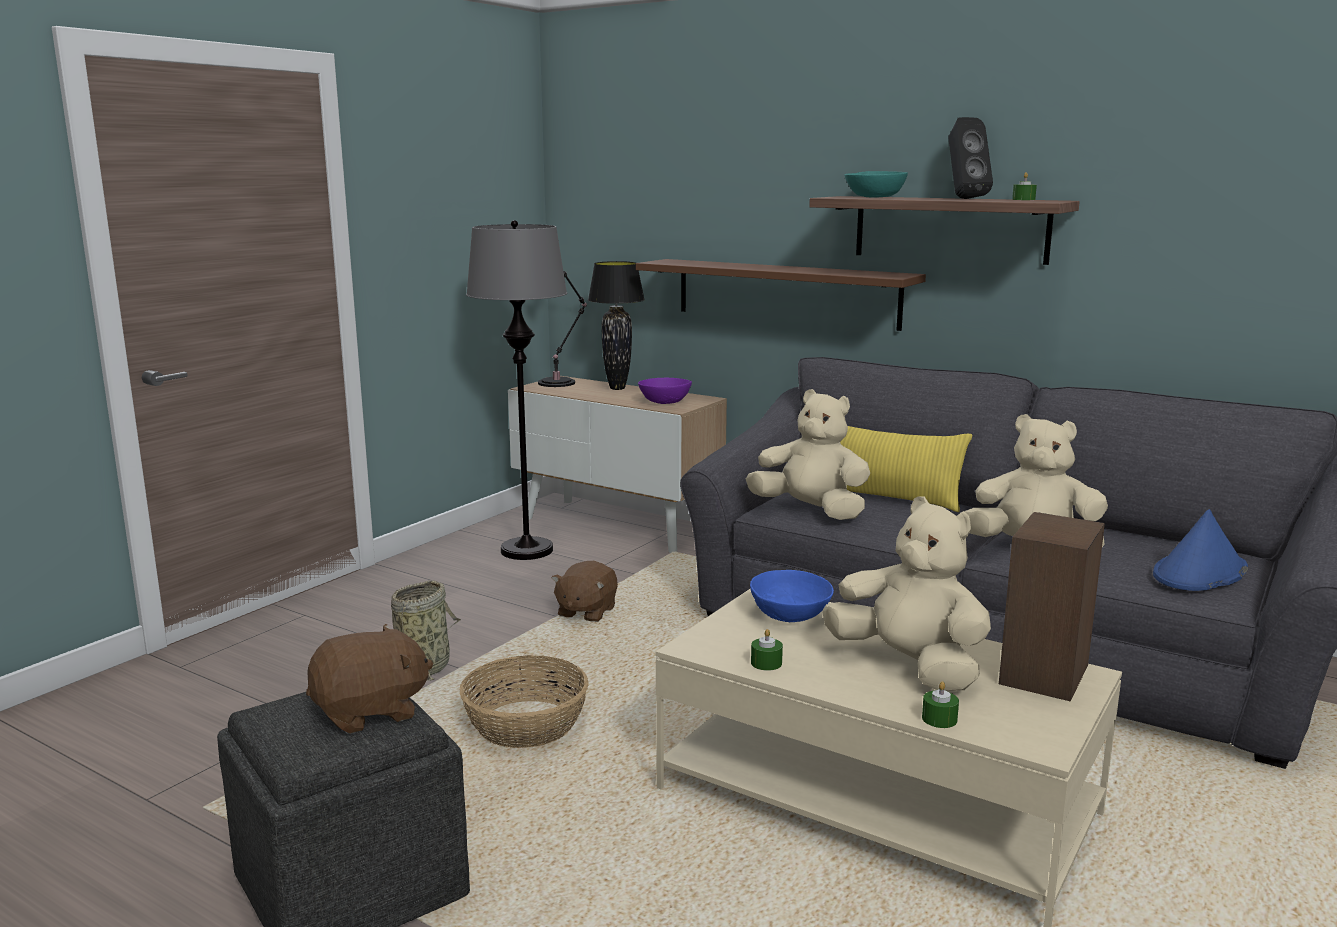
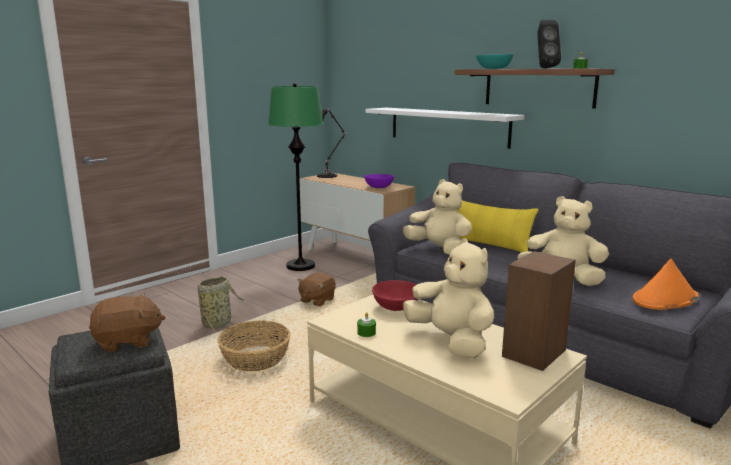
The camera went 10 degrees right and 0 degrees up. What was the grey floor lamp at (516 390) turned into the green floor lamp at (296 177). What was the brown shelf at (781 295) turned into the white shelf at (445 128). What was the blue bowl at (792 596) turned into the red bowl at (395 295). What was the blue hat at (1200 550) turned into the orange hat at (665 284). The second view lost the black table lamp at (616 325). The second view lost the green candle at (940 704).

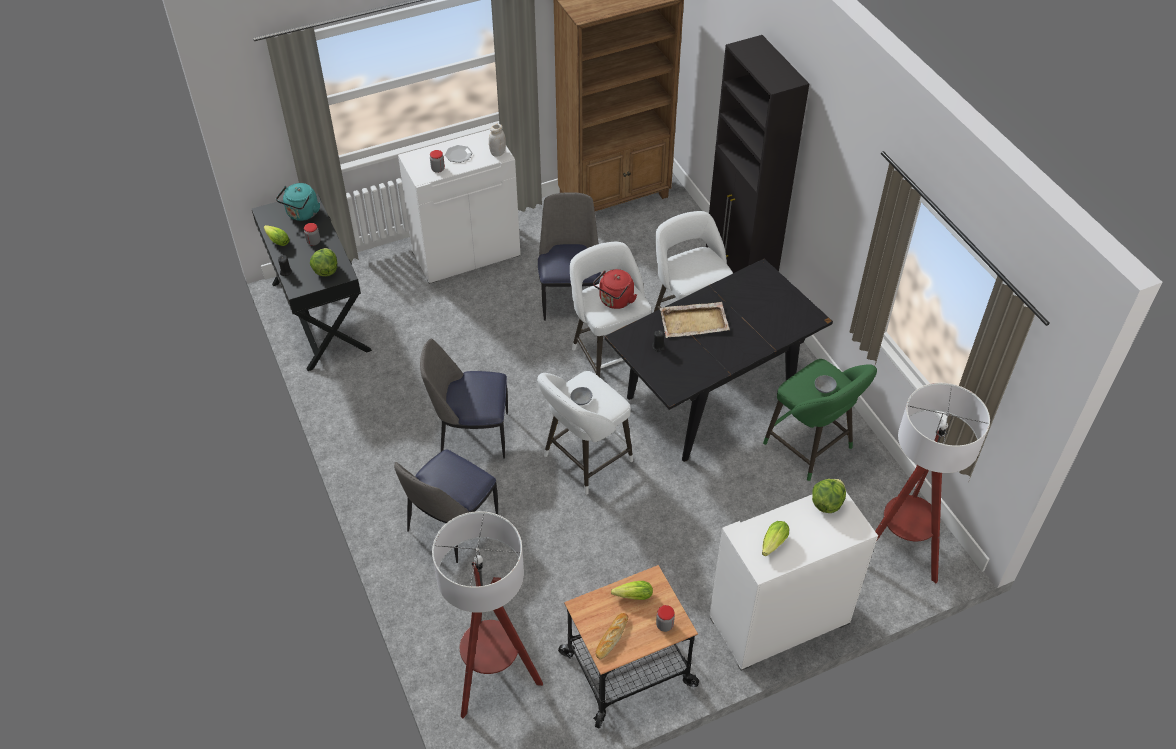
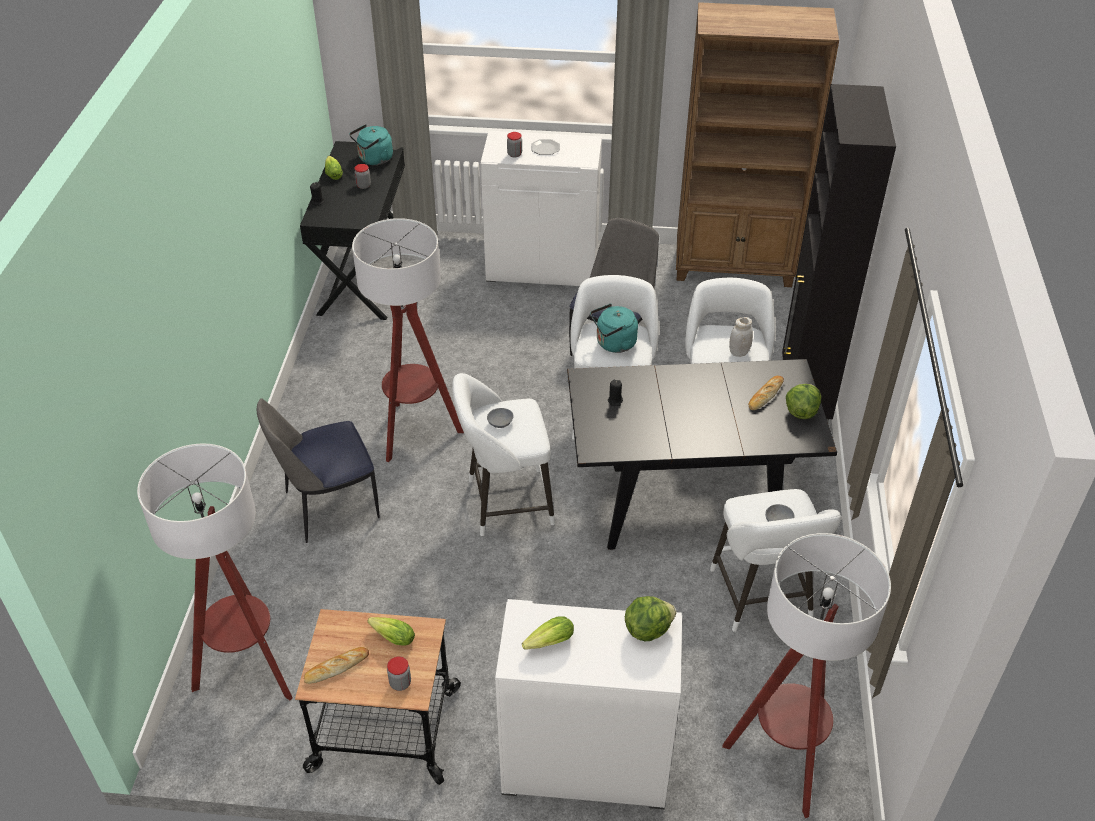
The camera went 30 degrees right and 5 degrees down. Where the chair stood at (464 399), the floor lamp came to stand at (408 340). What was the red kettle at (615 289) turned into the turquoise kettle at (614 328). What was the green stool at (820 420) turned into the white stool at (775 560). The white jar ended up elsewhere, having gone from (497 140) to (741 337). The second view gained the bread at (766 393). The lettuce ended up elsewhere, having gone from (323 262) to (803 401). The second view lost the beige tray at (695 320).

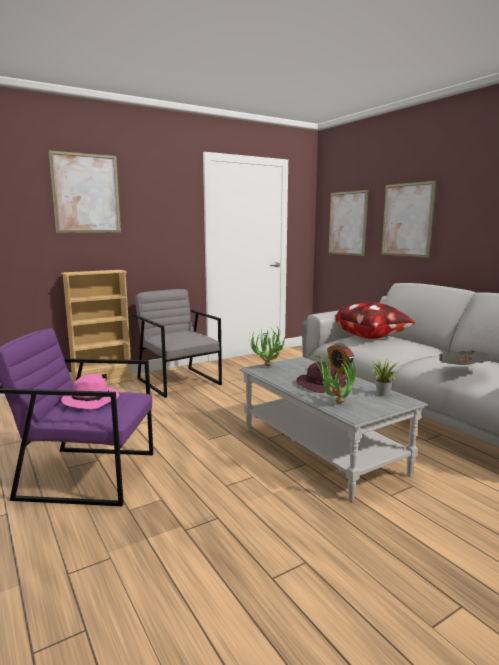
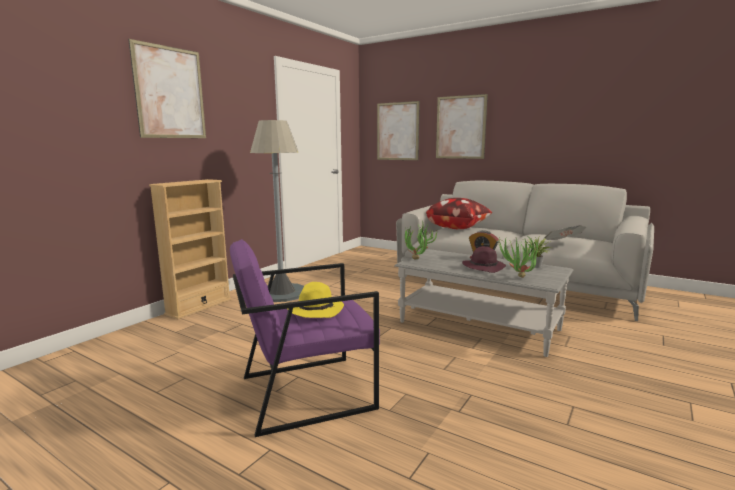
The camera went 25 degrees left and 0 degrees up. Where the grey armchair stood at (177 343), the grey floor lamp came to stand at (277 211). What was the pink hat at (90 392) turned into the yellow hat at (315 300).

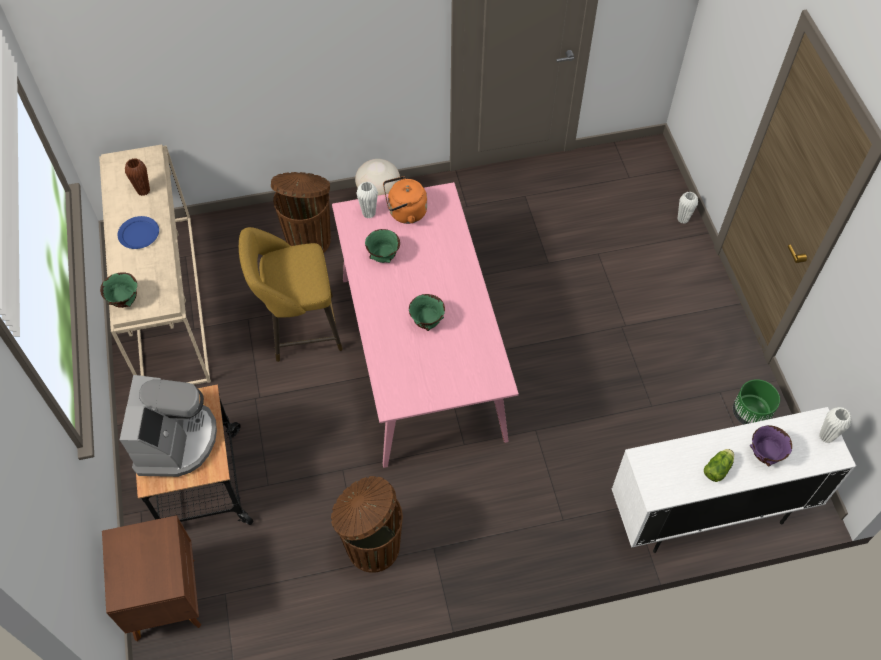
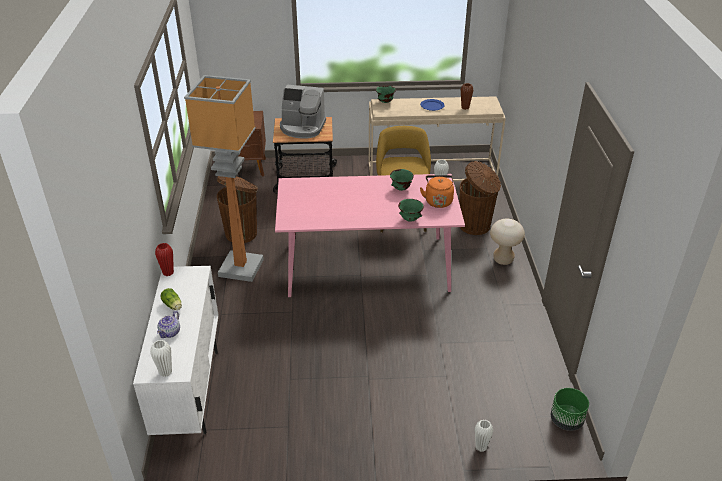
The camera went 100 degrees right and 20 degrees down. The second view gained the red vase at (164 259). Where the purple bowl stood at (771 446), the teapot came to stand at (168 324). The second view gained the floor lamp at (224 178). The green bowl ended up elsewhere, having gone from (427 312) to (411 210). The green planter ended up elsewhere, having gone from (756 402) to (570 409).

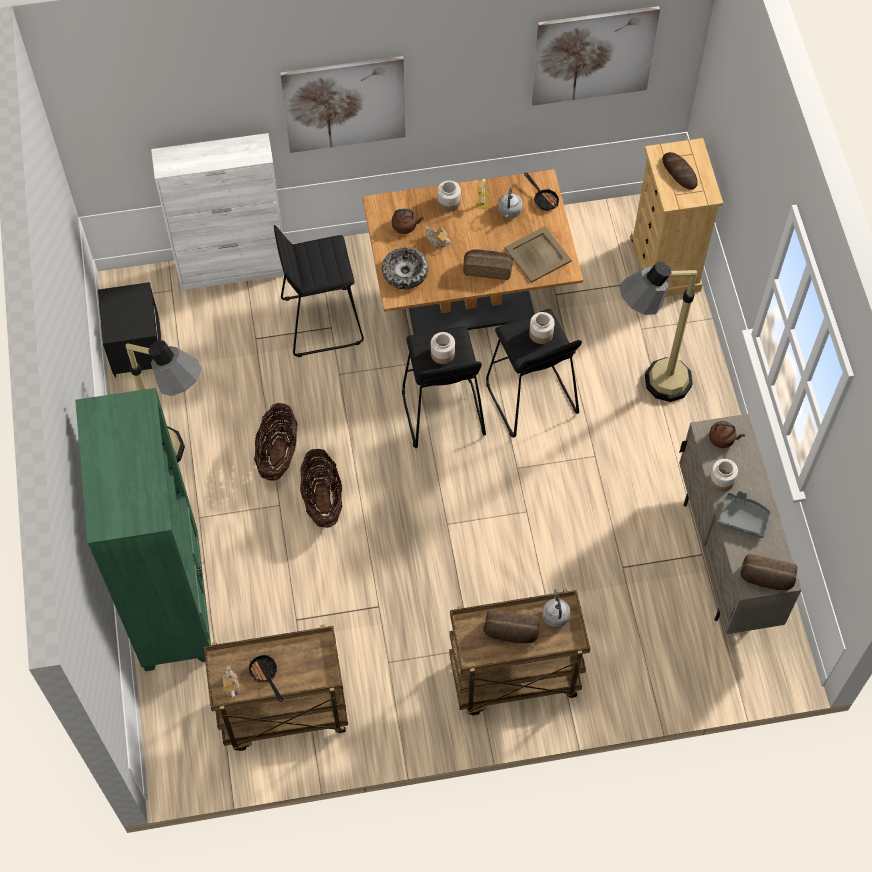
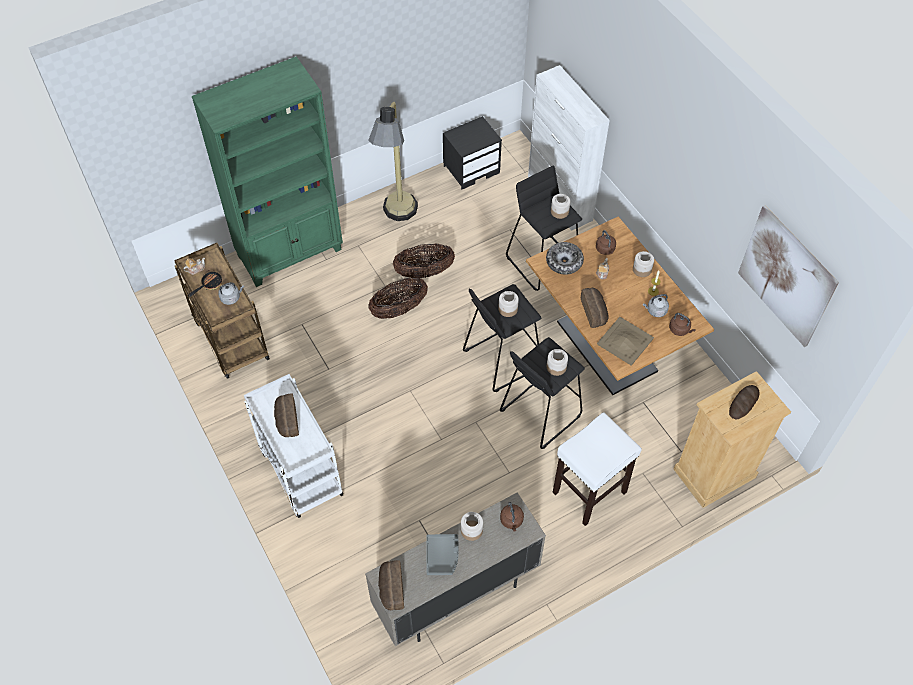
The camera went 70 degrees right and 5 degrees down. The grey kettle ended up elsewhere, having gone from (556 608) to (231 293). What was the brown cart at (519 652) turned into the white cart at (293 446). The second view gained the jar at (560 206). Where the floor lamp stood at (658 332), the white stool came to stand at (597 469). Where the frying pan stood at (541 191), the brown kettle came to stand at (682 324). The second view lost the picture at (343 104).

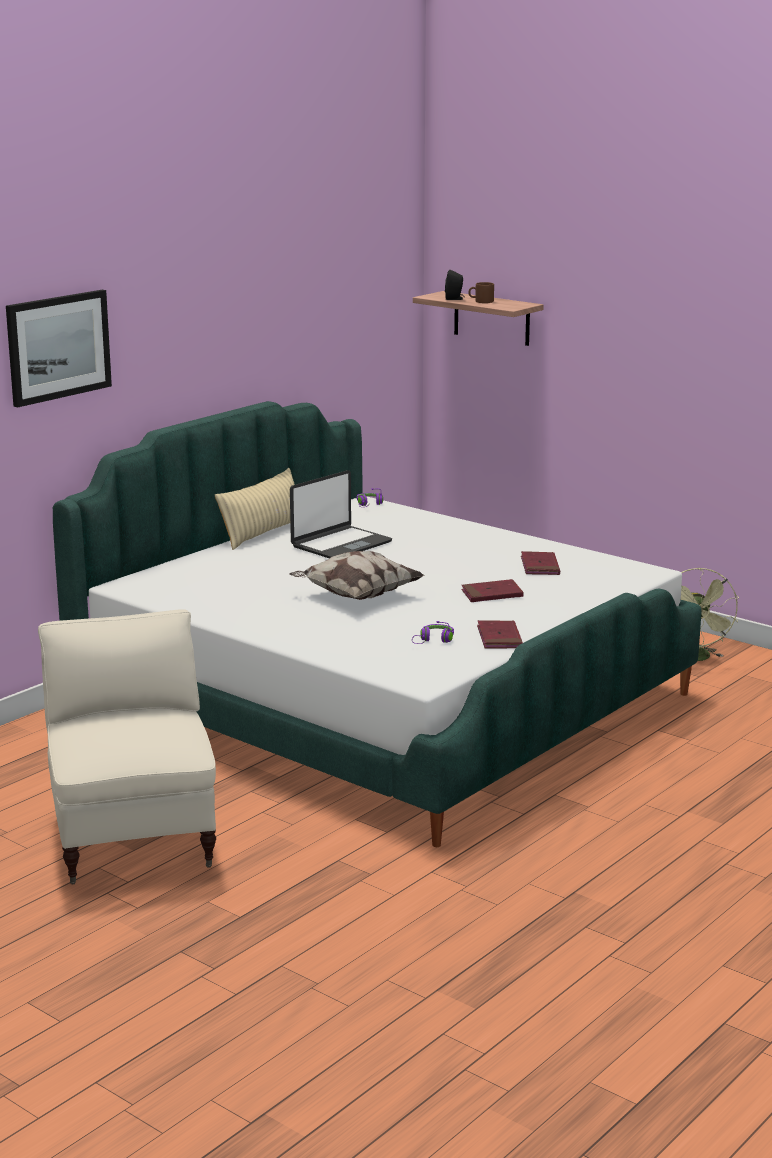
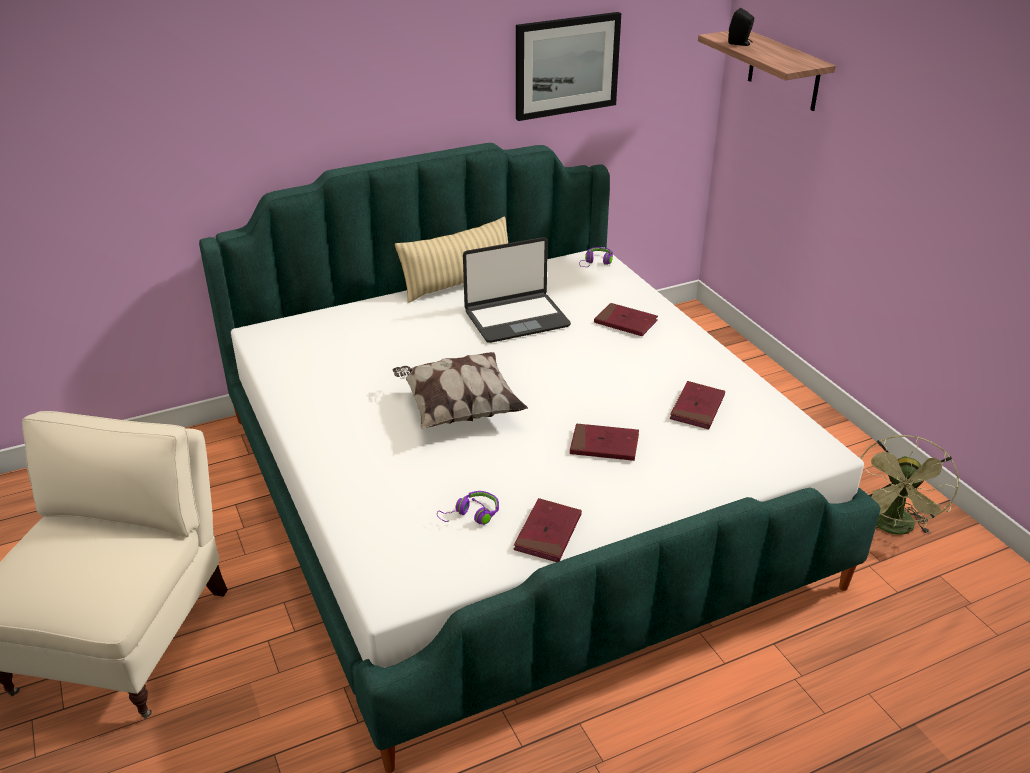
The camera went 25 degrees right and 15 degrees up. The picture ended up elsewhere, having gone from (59 348) to (568 66). The second view gained the red book at (626 319). The second view lost the brown mug at (481 292).

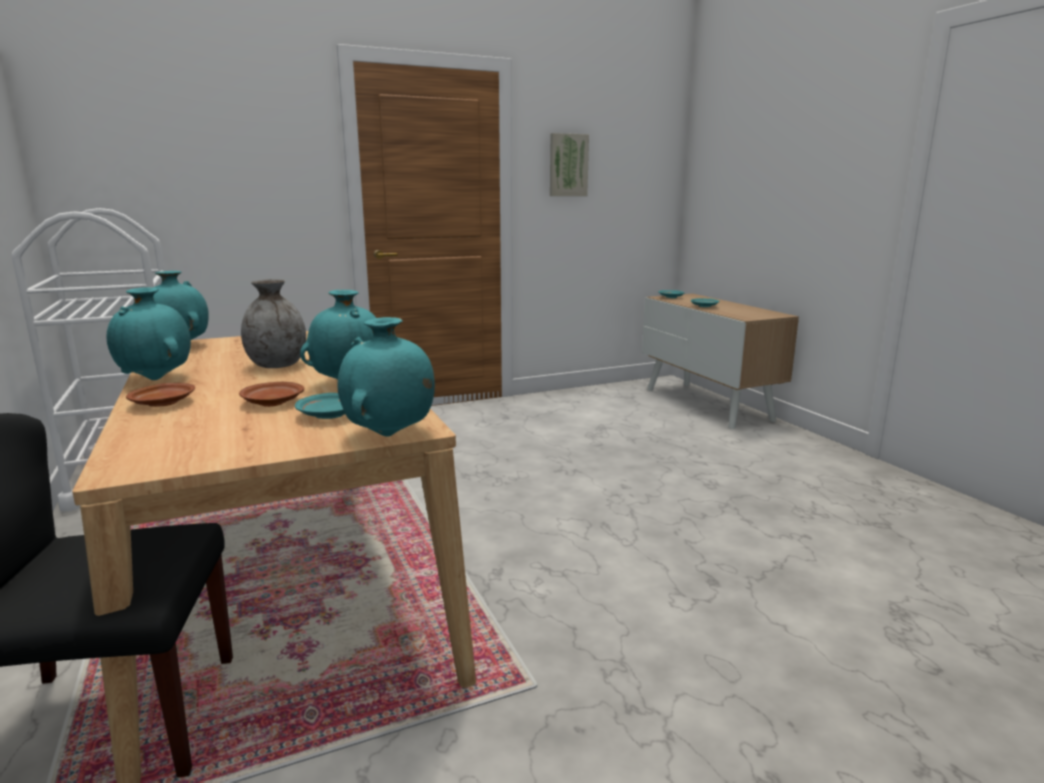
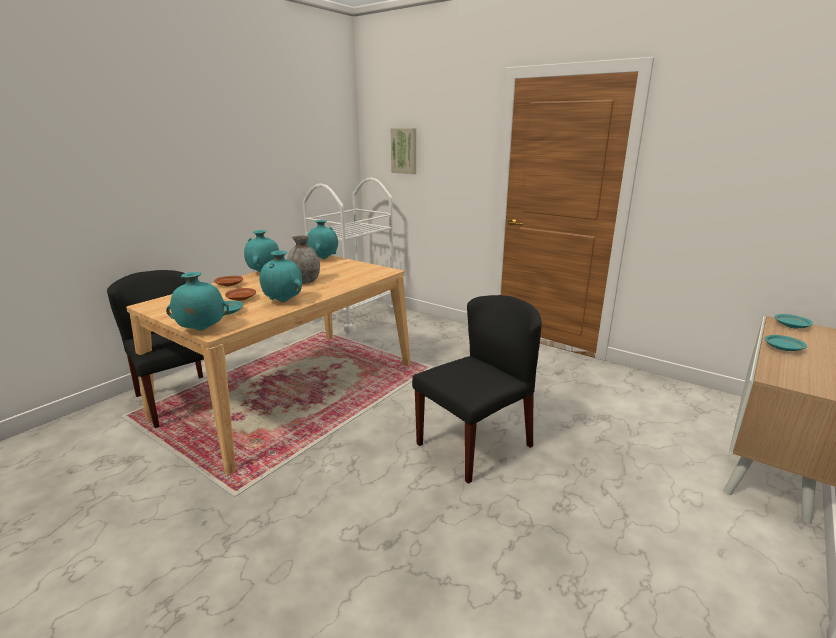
The camera went 60 degrees right and 5 degrees up. The picture ended up elsewhere, having gone from (569 164) to (403 151). The second view gained the black chair at (477 389).

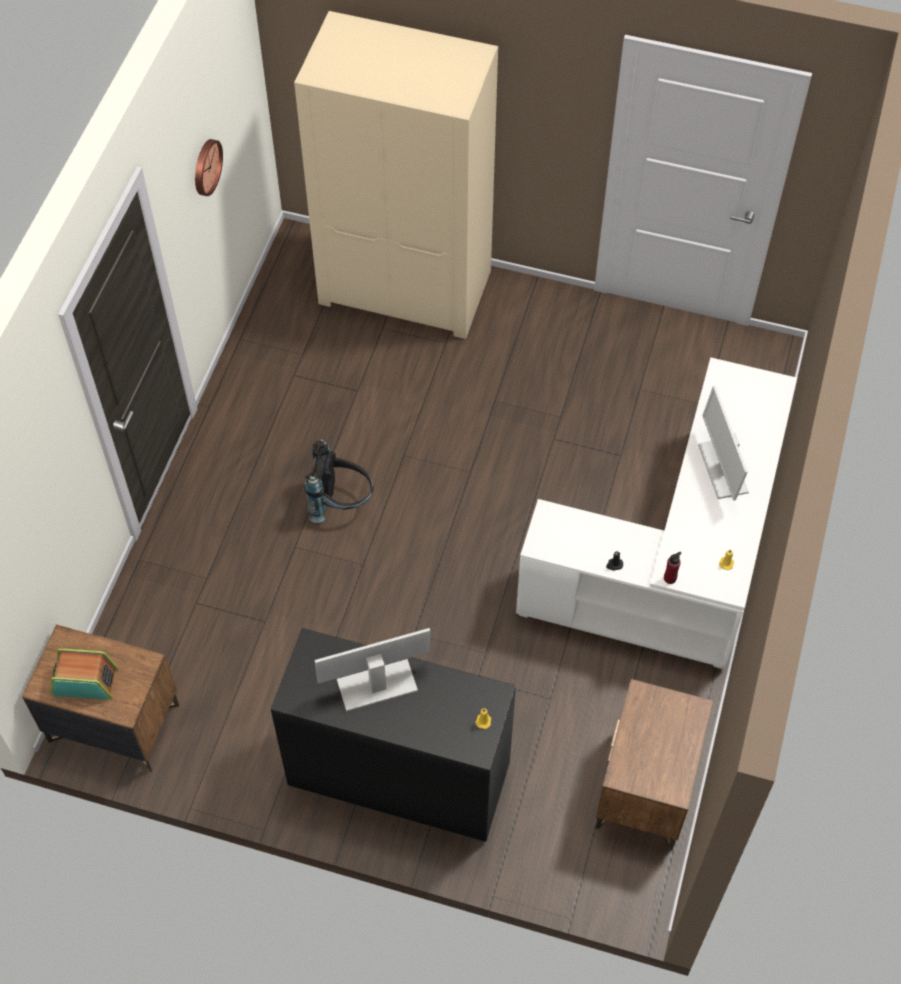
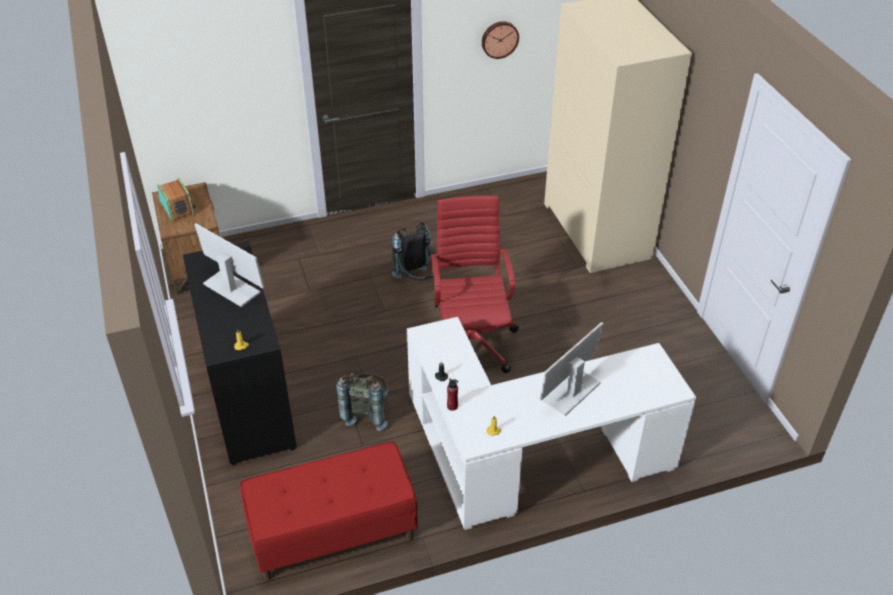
The camera went 55 degrees right and 15 degrees down. Where the brown nightstand stood at (654 765), the red bench came to stand at (329 511). The second view gained the grey backpack at (362 402). The second view gained the red office chair at (475 284).

